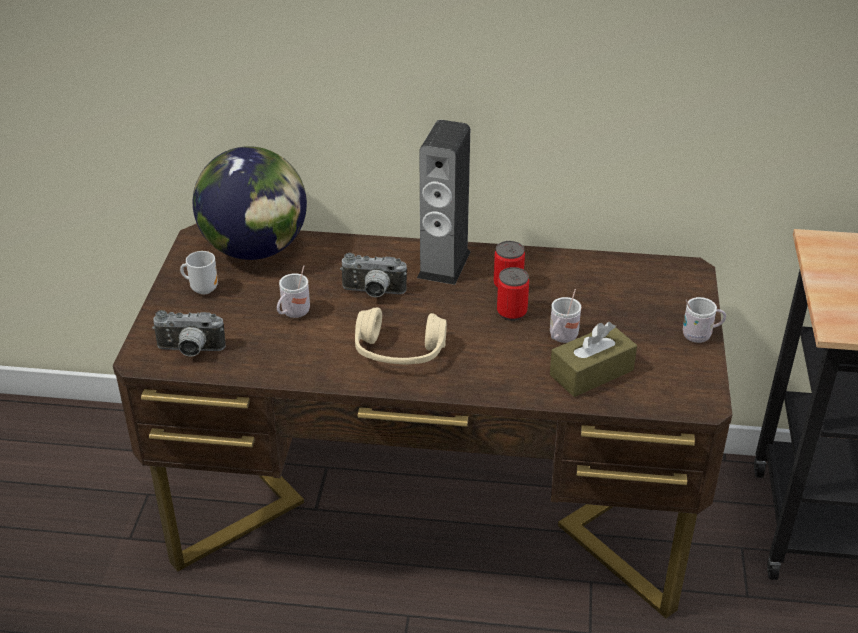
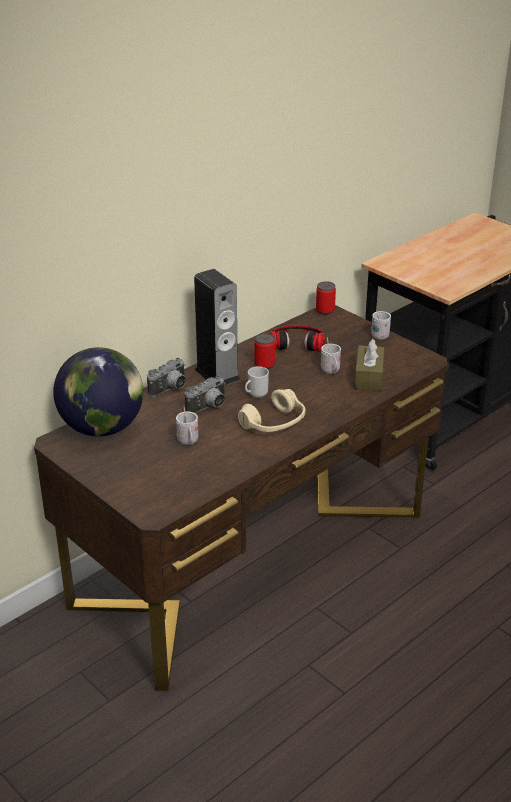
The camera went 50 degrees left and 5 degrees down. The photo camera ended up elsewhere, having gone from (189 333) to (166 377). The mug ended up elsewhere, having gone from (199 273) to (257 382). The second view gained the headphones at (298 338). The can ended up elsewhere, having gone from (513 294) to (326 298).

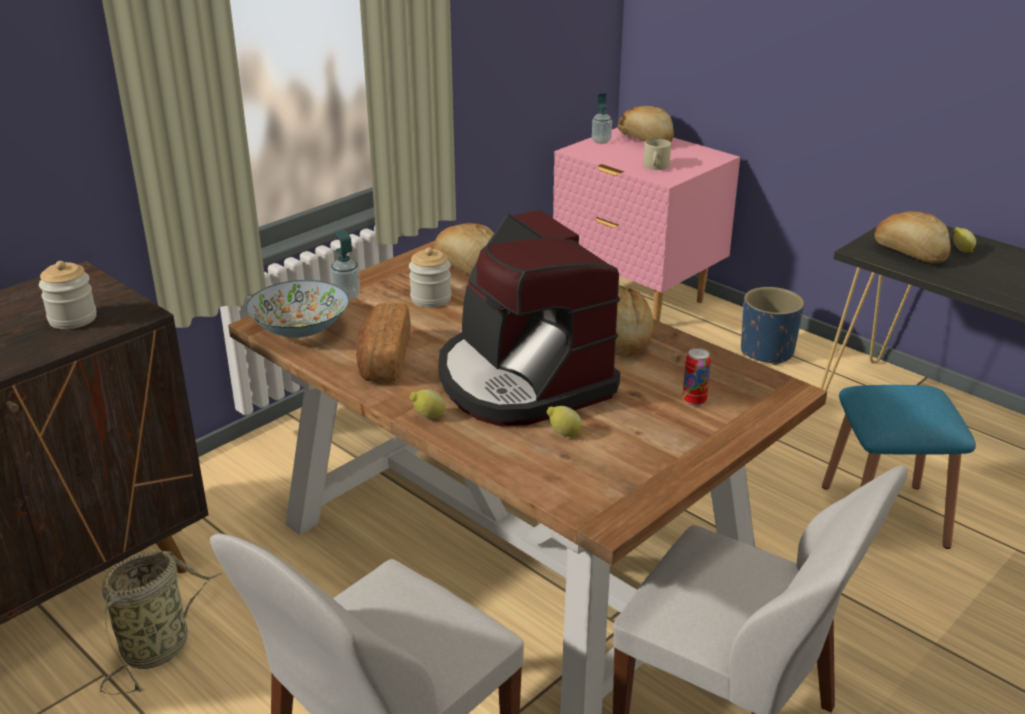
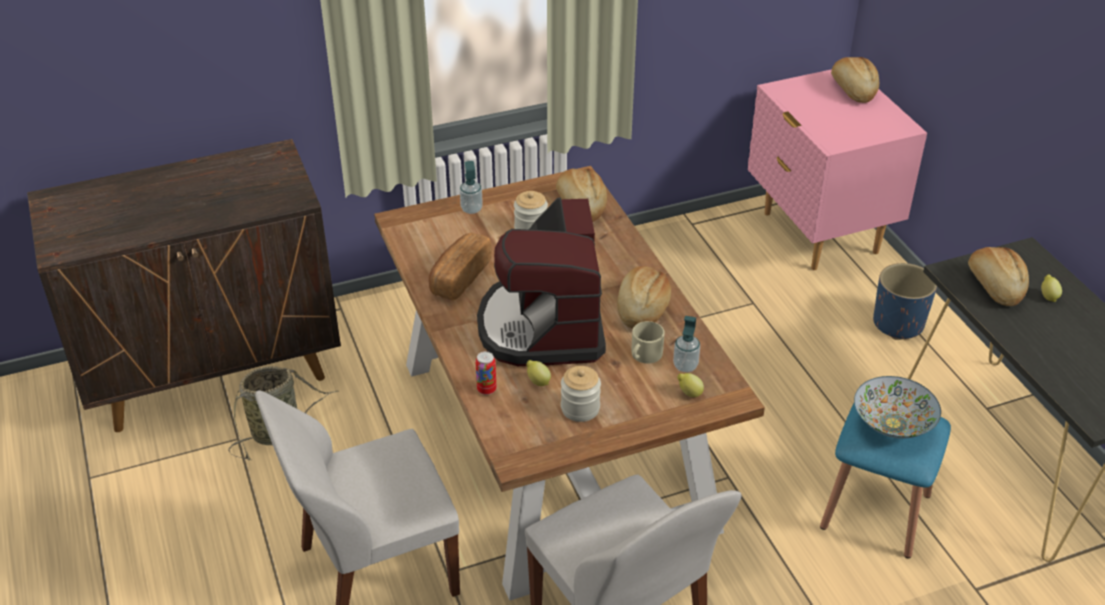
The camera went 25 degrees right and 10 degrees up. The can ended up elsewhere, having gone from (696 377) to (486 373). The jar ended up elsewhere, having gone from (68 295) to (581 394). The beige mug ended up elsewhere, having gone from (657 154) to (648 342). The soap dispenser ended up elsewhere, having gone from (602 118) to (686 344). The lemon ended up elsewhere, having gone from (427 404) to (690 385). The bowl ended up elsewhere, having gone from (297 309) to (897 407).

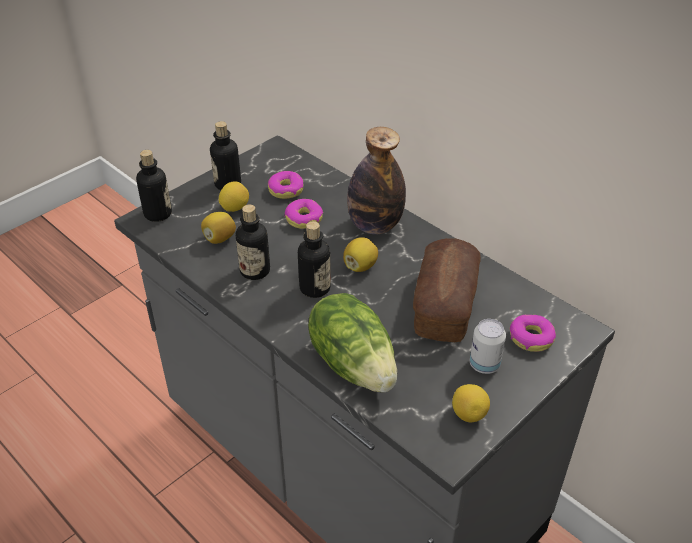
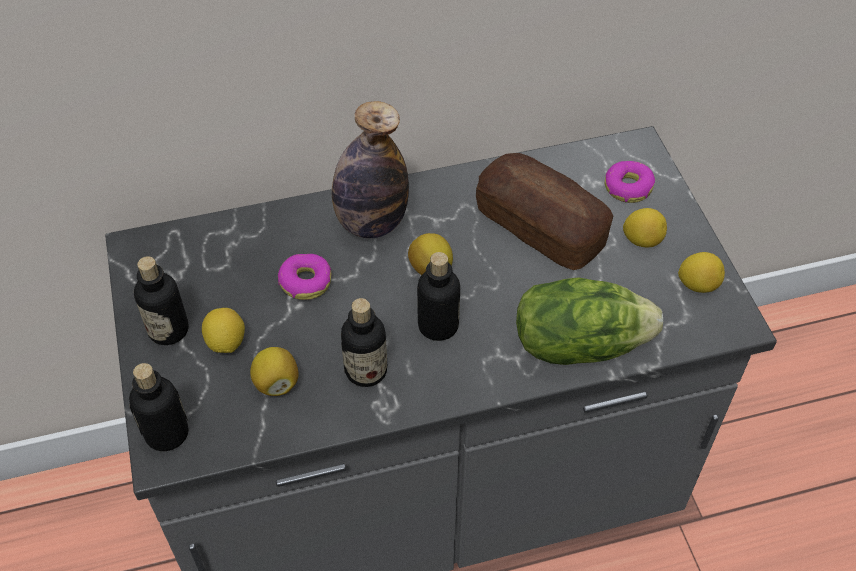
The camera went 60 degrees left and 10 degrees up. Where the can stood at (488 346), the lemon came to stand at (645 227). The second view lost the donut at (285 185).

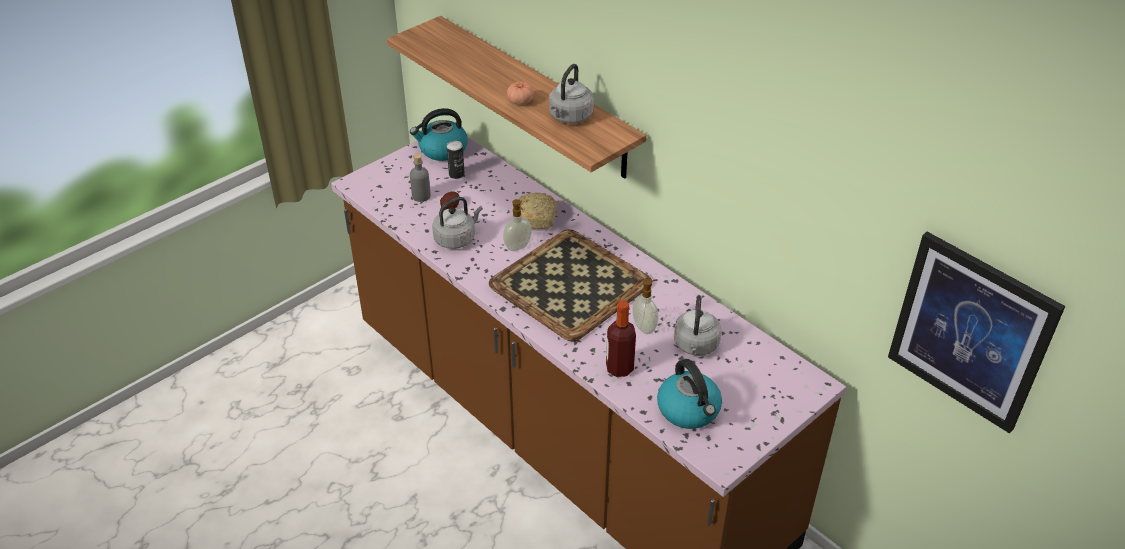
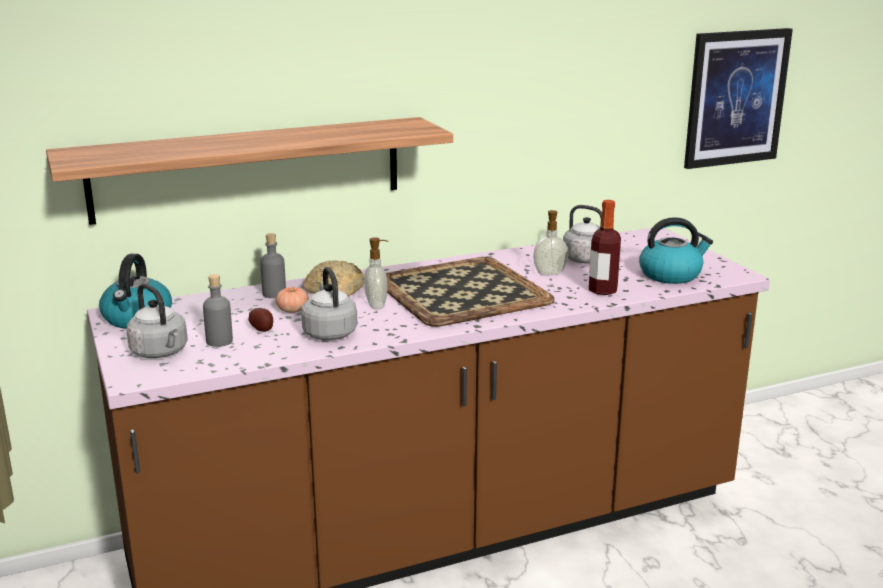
The camera went 70 degrees left and 20 degrees down. The grey kettle ended up elsewhere, having gone from (571 94) to (157 321). The second view gained the grey bottle at (273 265). The tomato ended up elsewhere, having gone from (520 93) to (292 300). The second view lost the can at (456 160).

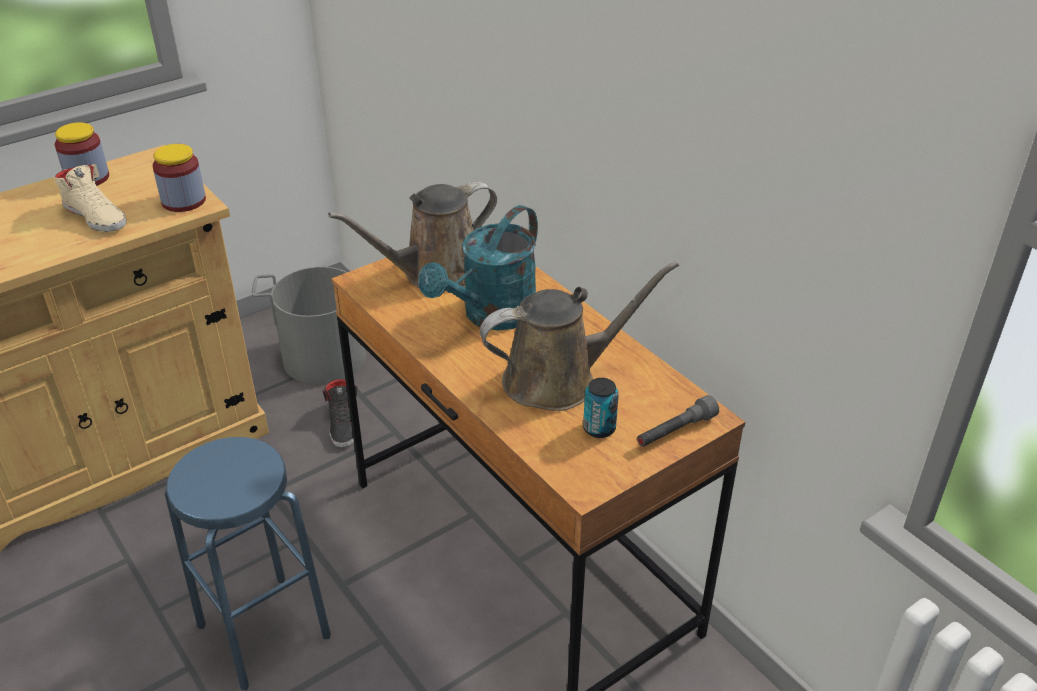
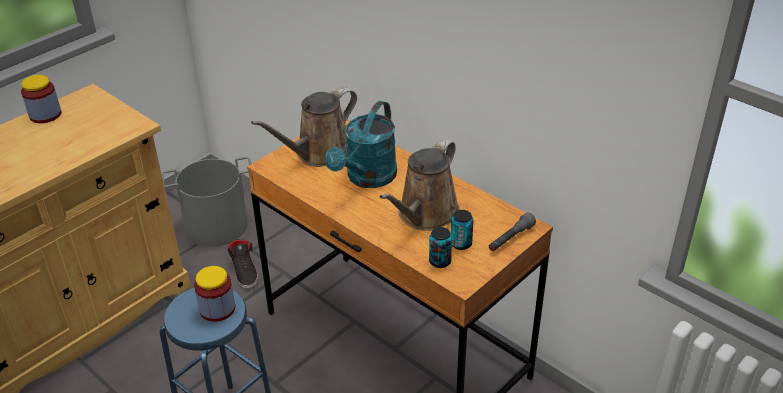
The camera went 10 degrees left and 0 degrees up. The jar ended up elsewhere, having gone from (179 178) to (214 294). The brown watering can at (579 336) ended up facing another way, 150 degrees clockwise from before. The second view gained the can at (440 247). The second view lost the beige shoe at (90 198).

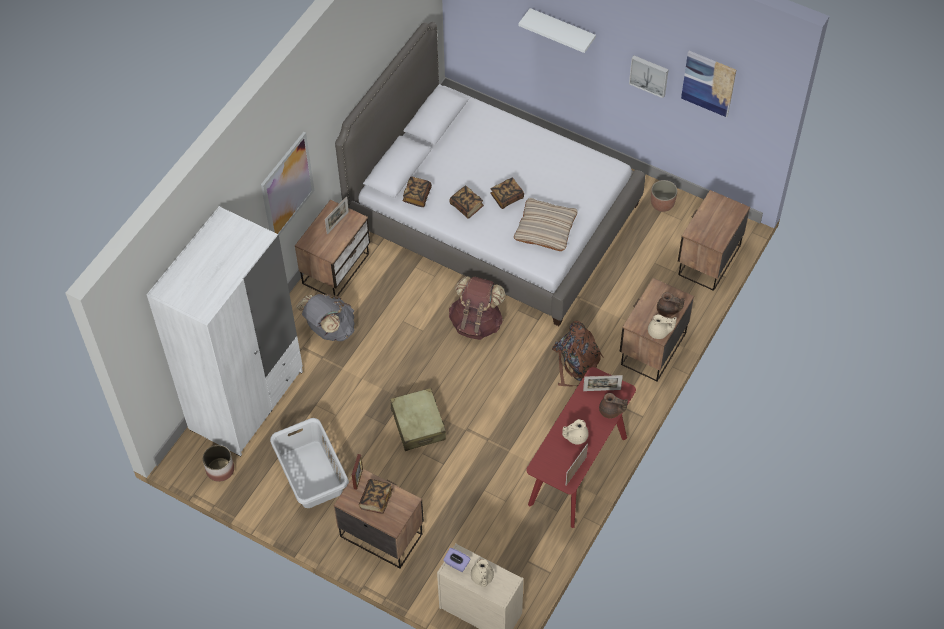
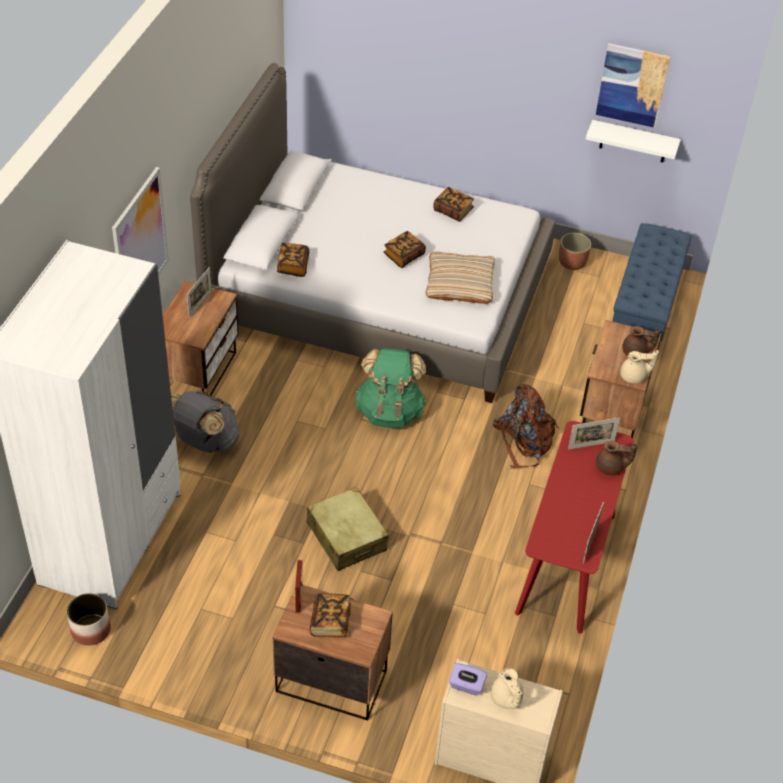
The camera went 15 degrees left and 10 degrees down. What was the brown backpack at (477 308) turned into the green backpack at (390 388). The book ended up elsewhere, having gone from (466 202) to (453 204). The white shelf ended up elsewhere, having gone from (557 30) to (633 141). Where the nightstand stood at (714 240), the blue bench came to stand at (652 286). The second view lost the grey laundry basket at (309 463). The second view lost the beige teapot at (575 431). The second view lost the picture at (649 77).

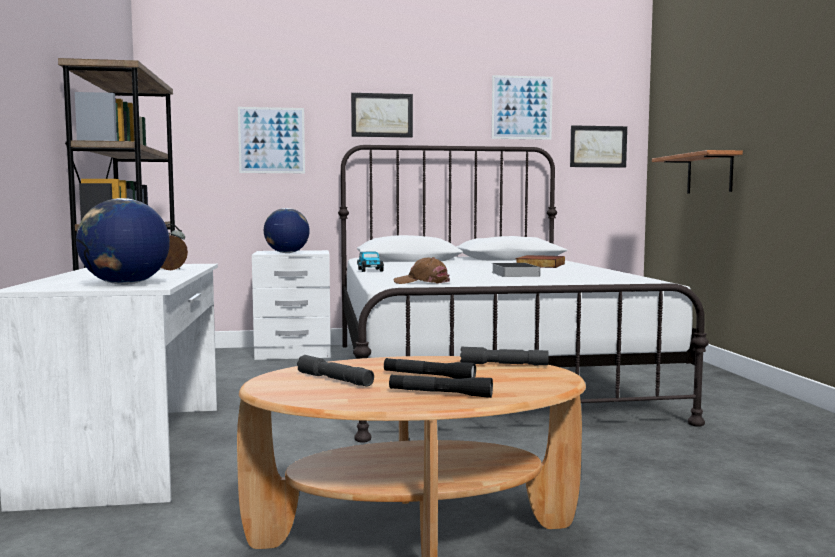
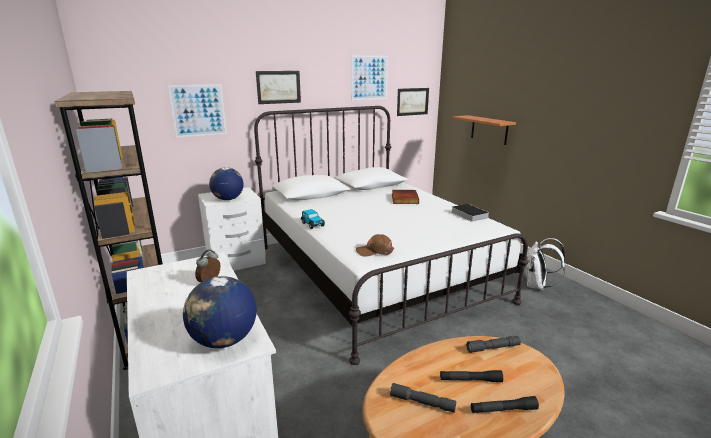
The camera went 20 degrees left and 15 degrees up. The book ended up elsewhere, having gone from (515 270) to (470 213). The second view gained the white backpack at (546 264).

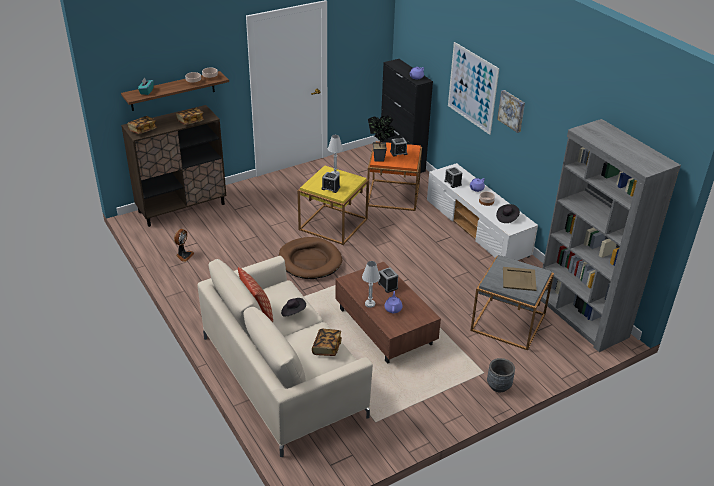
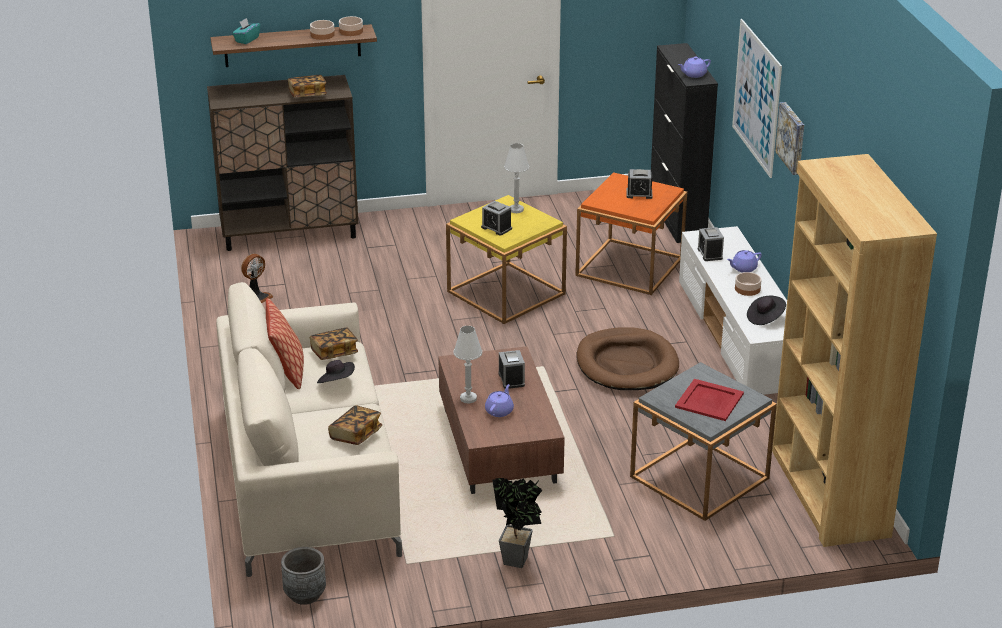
The camera went 20 degrees right and 5 degrees down. The grey planter ended up elsewhere, having gone from (501 375) to (303 576). The book ended up elsewhere, having gone from (142 125) to (334 344). The potted plant ended up elsewhere, having gone from (381 138) to (517 523). The brown dog bed ended up elsewhere, having gone from (310 258) to (627 358). What was the beige tray at (520 279) turned into the red tray at (709 400). What was the grey bookcase at (611 235) turned into the brown bookcase at (854 350).

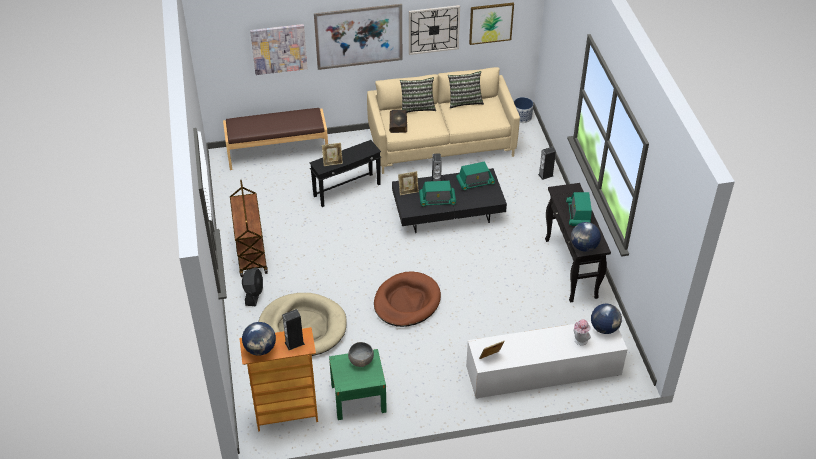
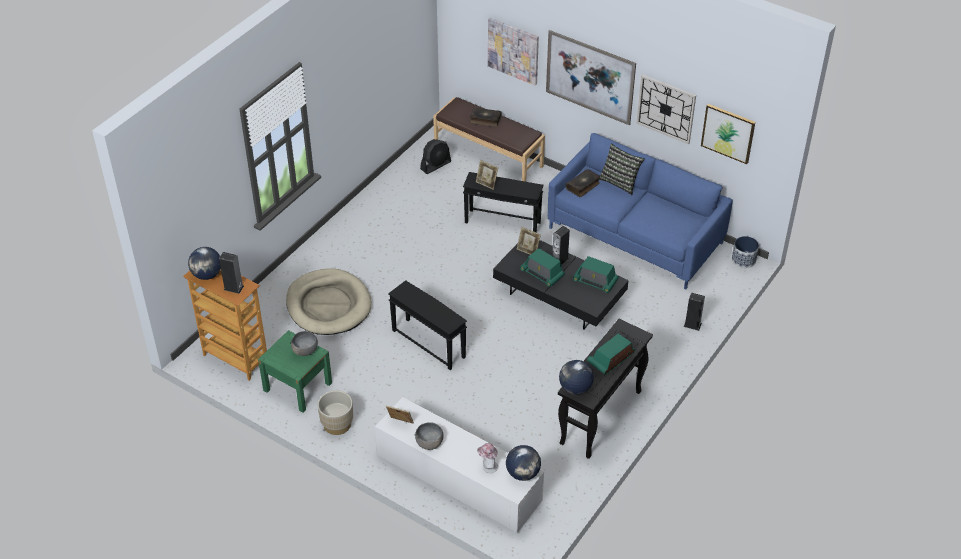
The camera went 45 degrees right and 0 degrees up. The second view gained the beige planter at (335 412). Where the brown dog bed stood at (407 299), the black side table came to stand at (427 325). The second view gained the grey bowl at (429 436). The black fan ended up elsewhere, having gone from (252 286) to (435 156). The second view gained the book at (486 117). What was the beige sofa at (443 120) turned into the blue sofa at (640 211). The second view lost the brown cart at (249 228). The second view lost the pillow at (466 90).

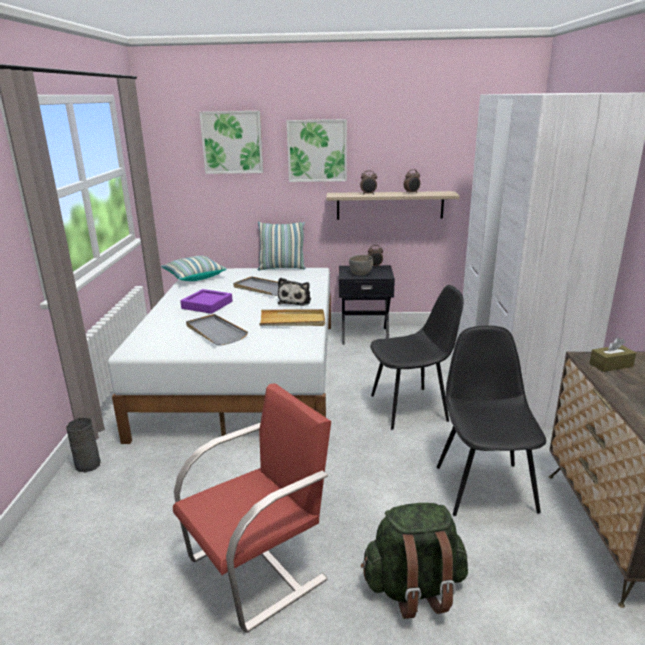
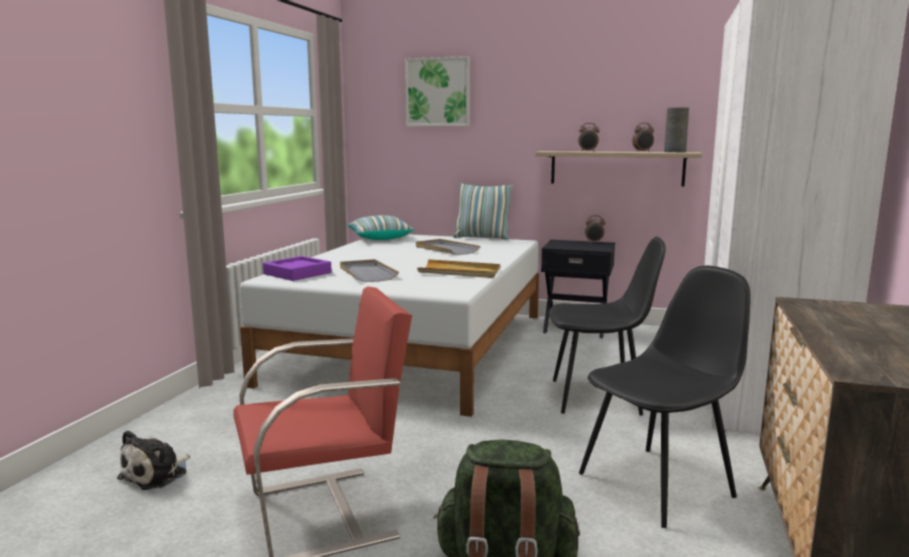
The camera went 15 degrees right and 10 degrees down. The plush toy ended up elsewhere, having gone from (294 292) to (153 460). The purple tray ended up elsewhere, having gone from (206 301) to (297 268). The black chair at (491 421) ended up facing another way, 45 degrees clockwise from before. The grey vase ended up elsewhere, having gone from (83 445) to (676 129). The second view lost the picture at (316 150). The second view lost the grey bowl at (361 265). The second view lost the brown tissue box at (612 354).

